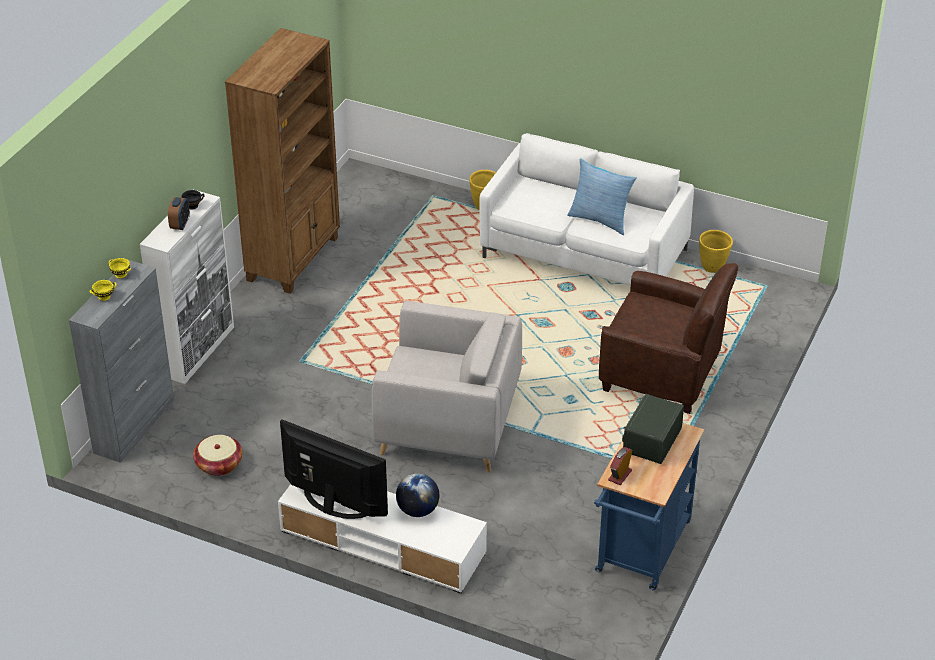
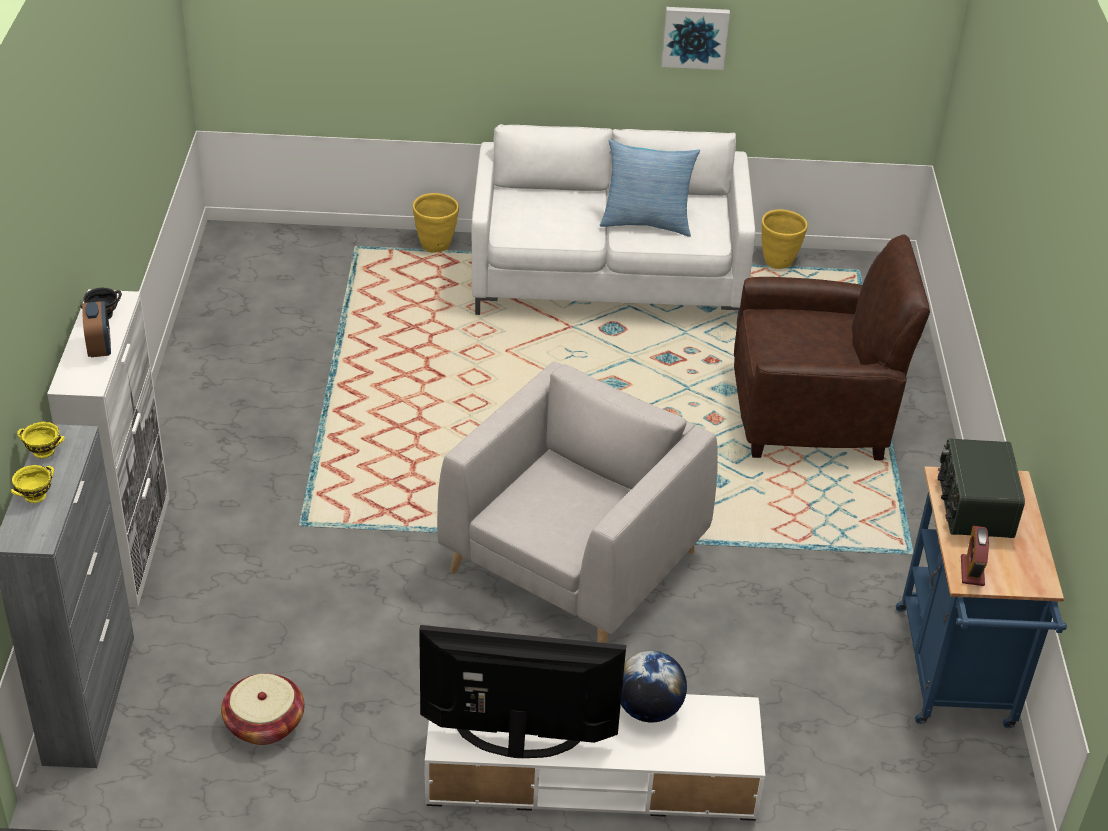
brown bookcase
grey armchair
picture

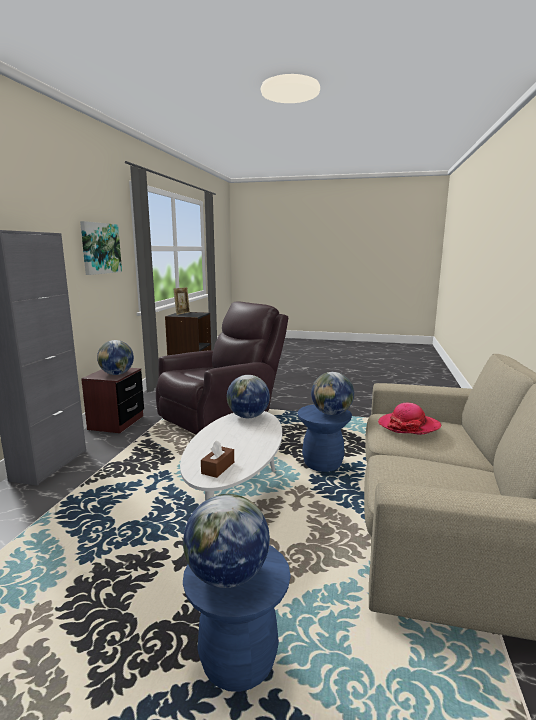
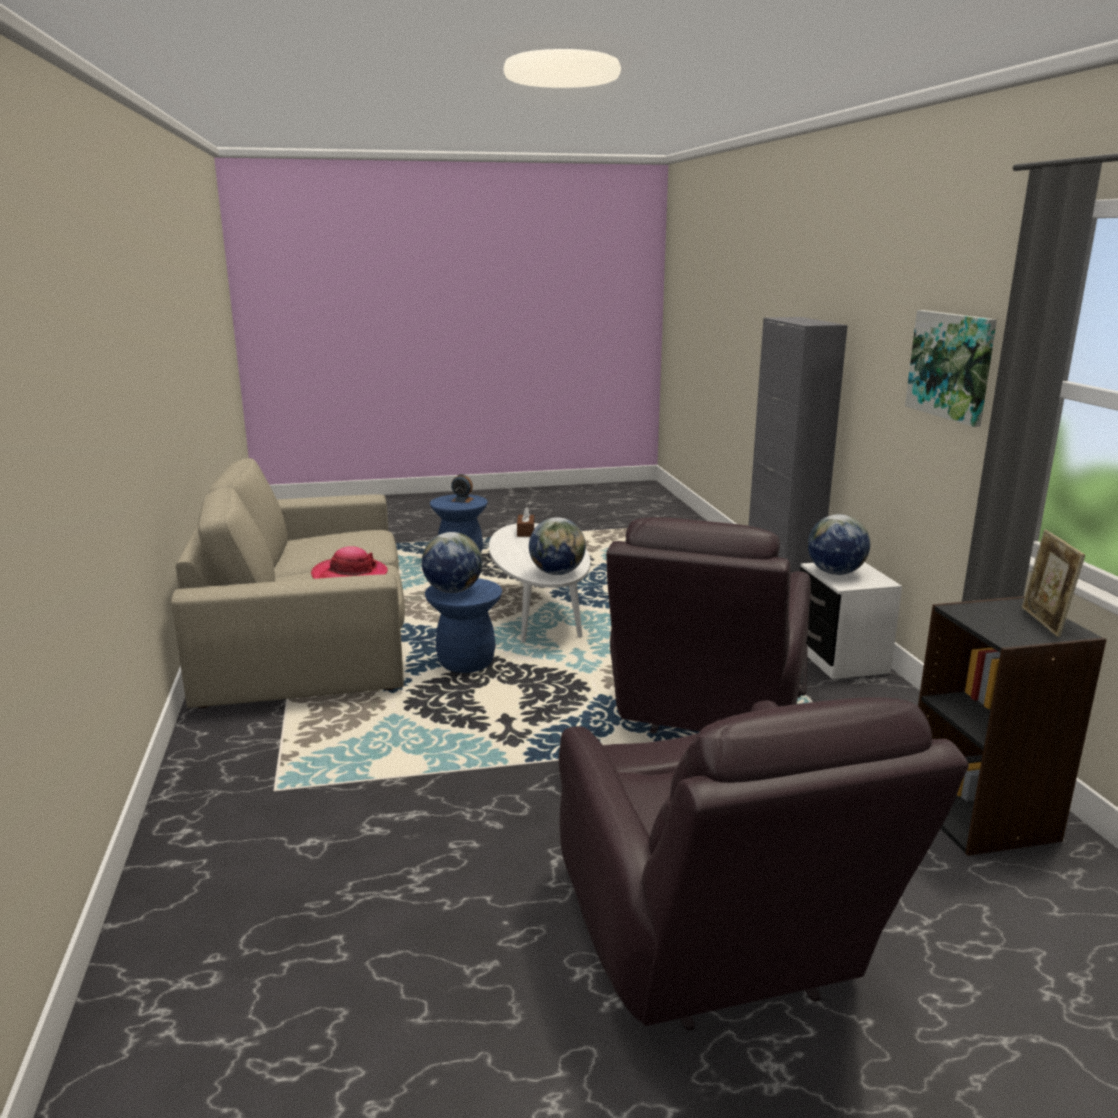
white nightstand
alarm clock
brown armchair (no. 2 from left)

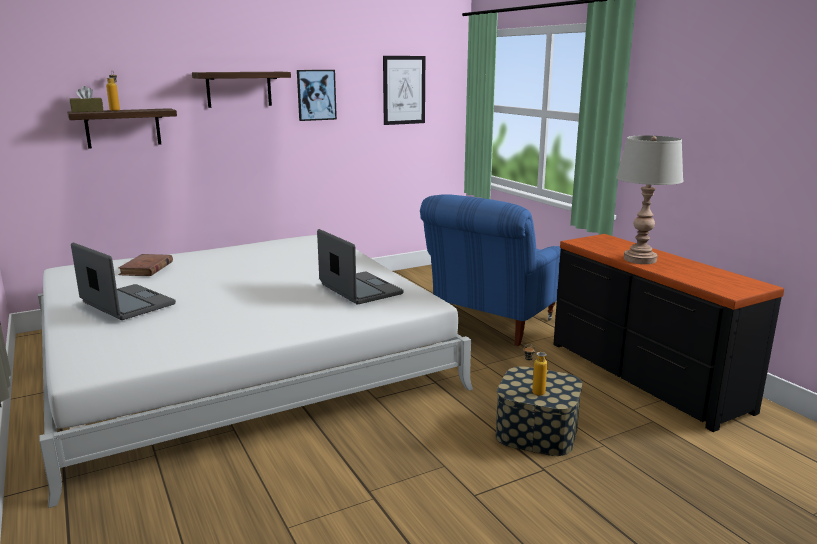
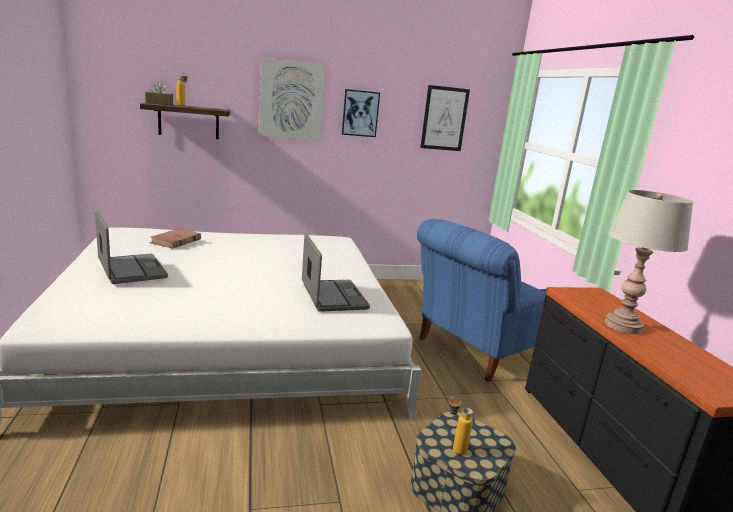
picture (no. 1 from left)

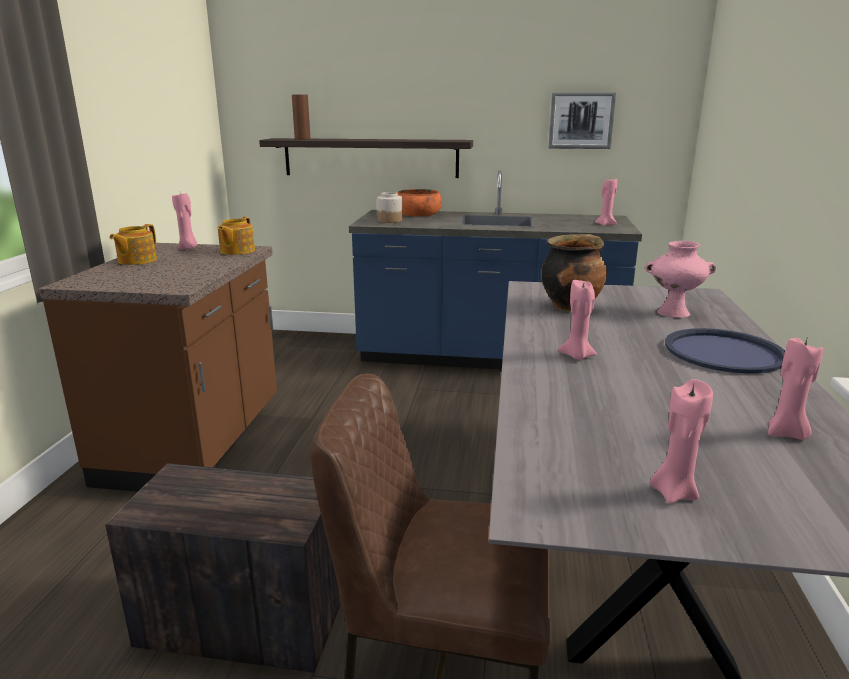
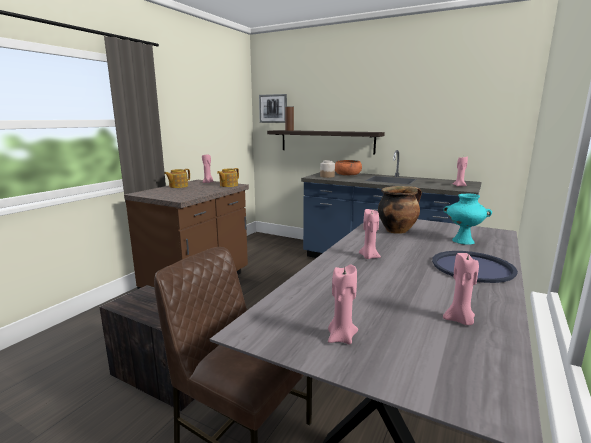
picture
turquoise vase

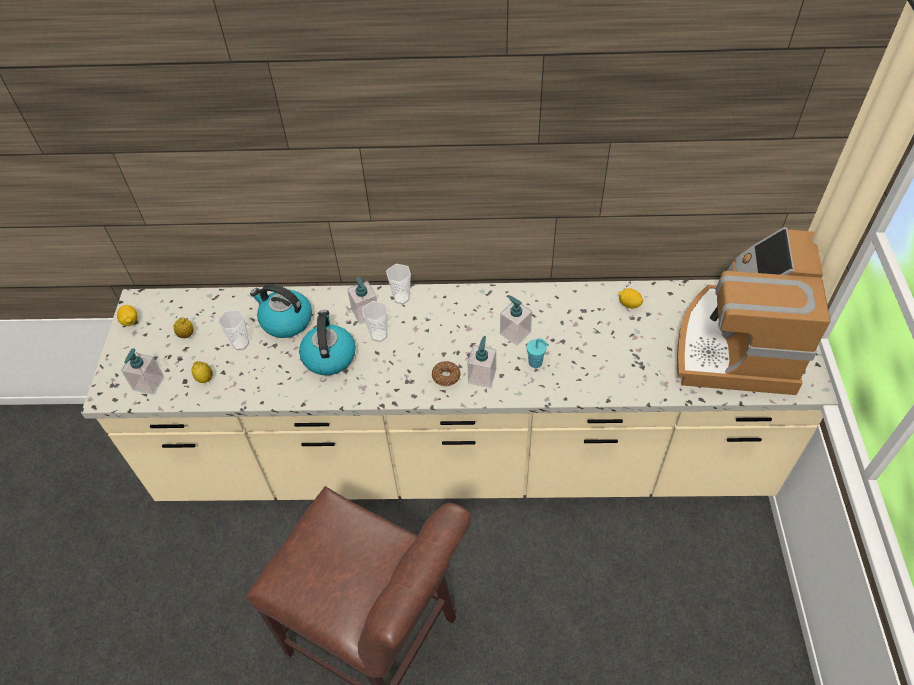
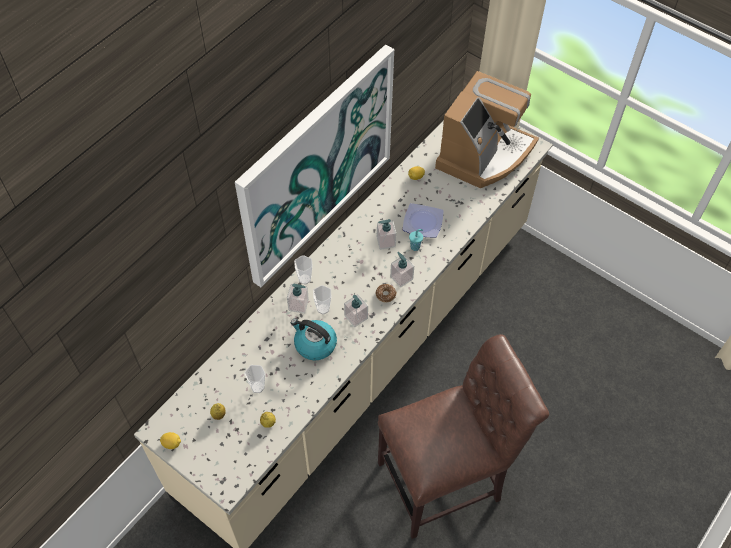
soap dispenser (no. 2 from left)
kettle (no. 1 from left in the first image)
coffee machine
picture
plate

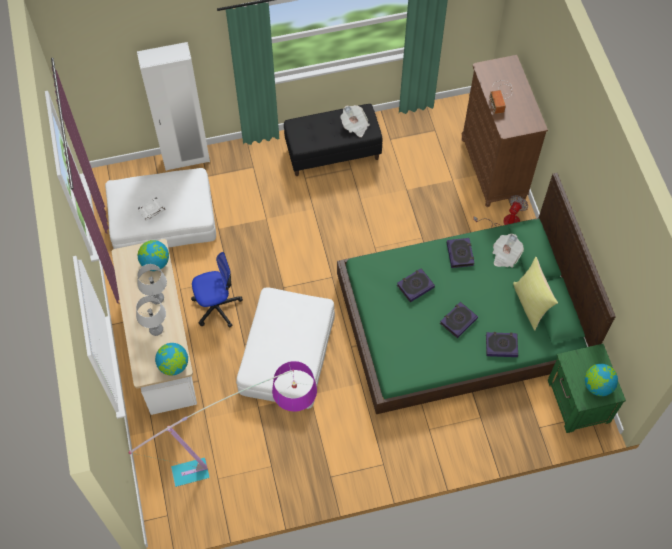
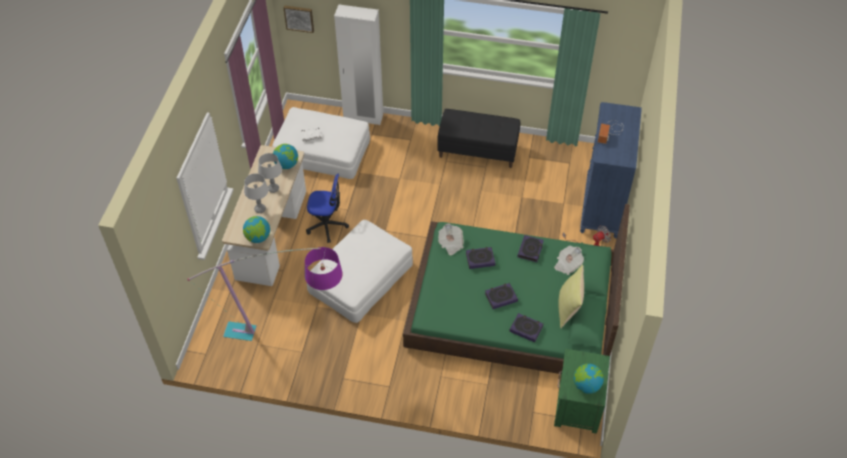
newspaper (no. 1 from left)
blue dresser
picture

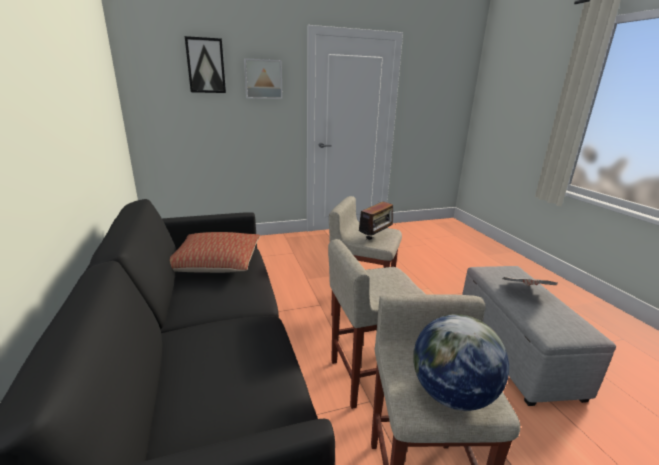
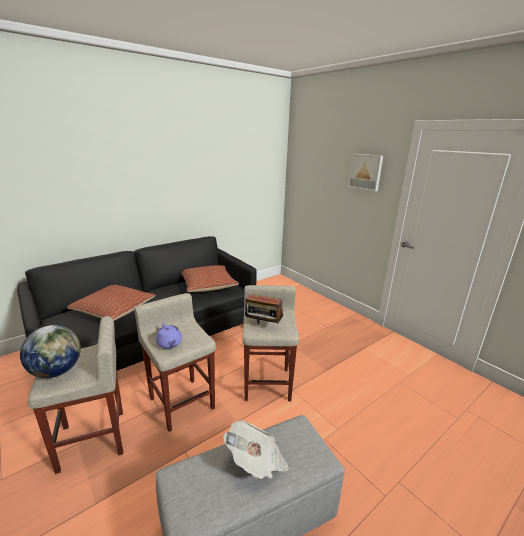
picture (no. 1 from left in the first image)
pillow (no. 1 from left)
purple teapot

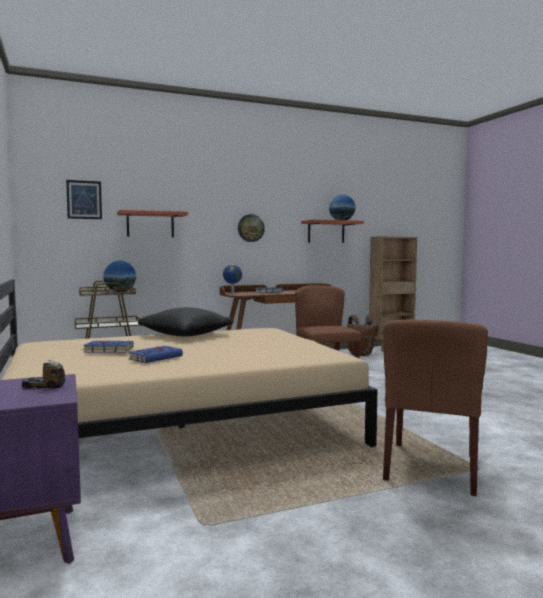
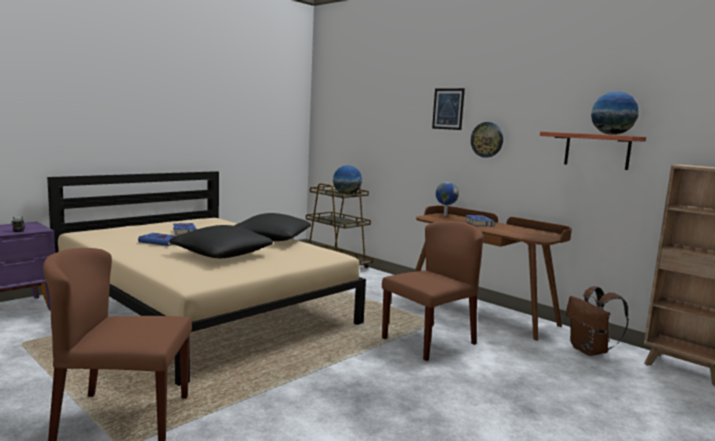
picture
shelf (no. 1 from left in the first image)
black pillow (no. 1 from left)

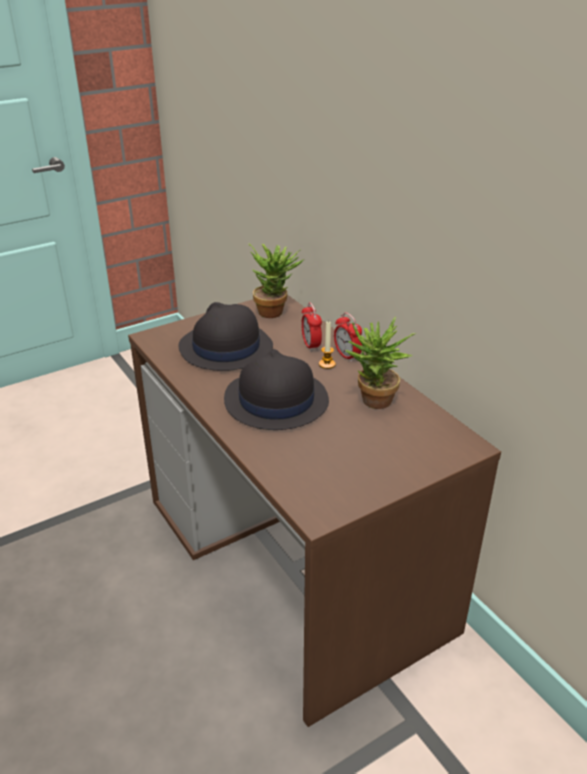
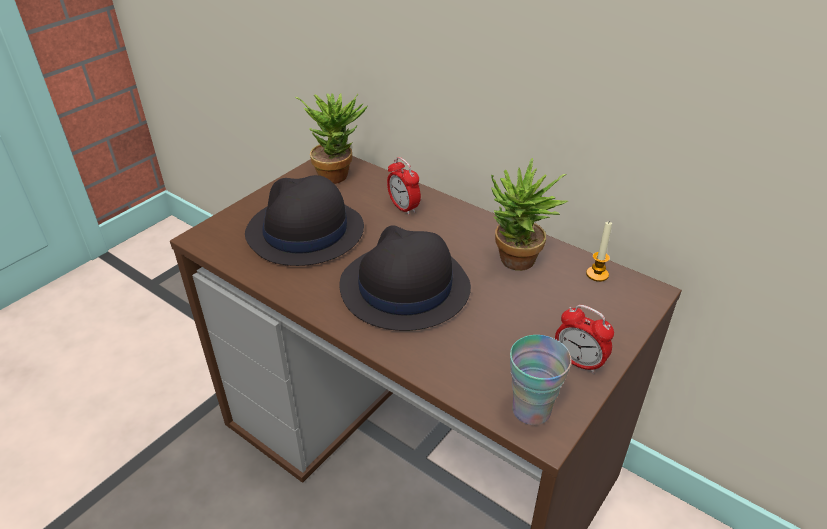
candle
alarm clock (no. 2 from left)
cup

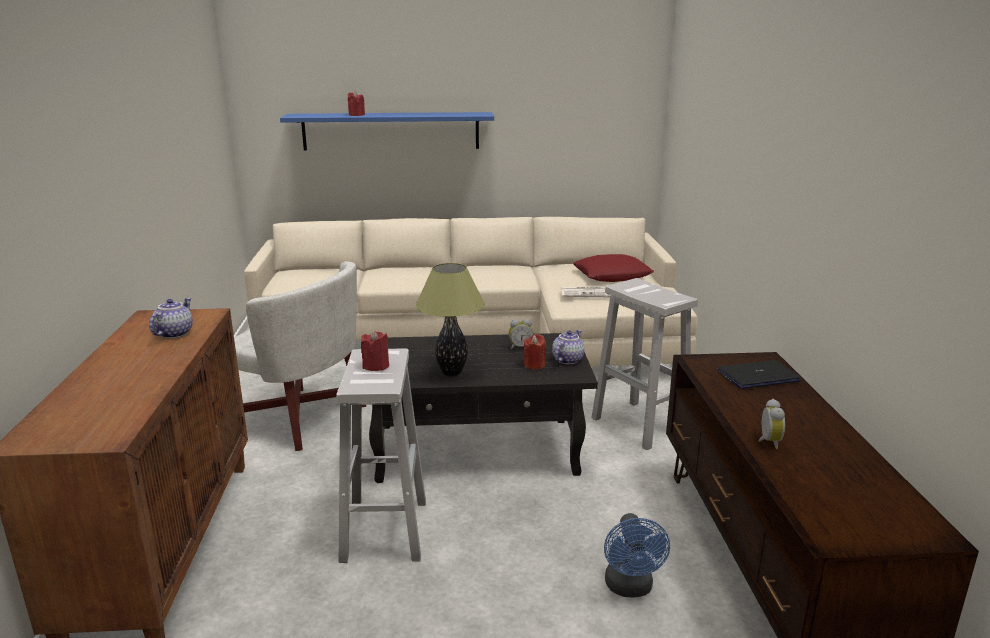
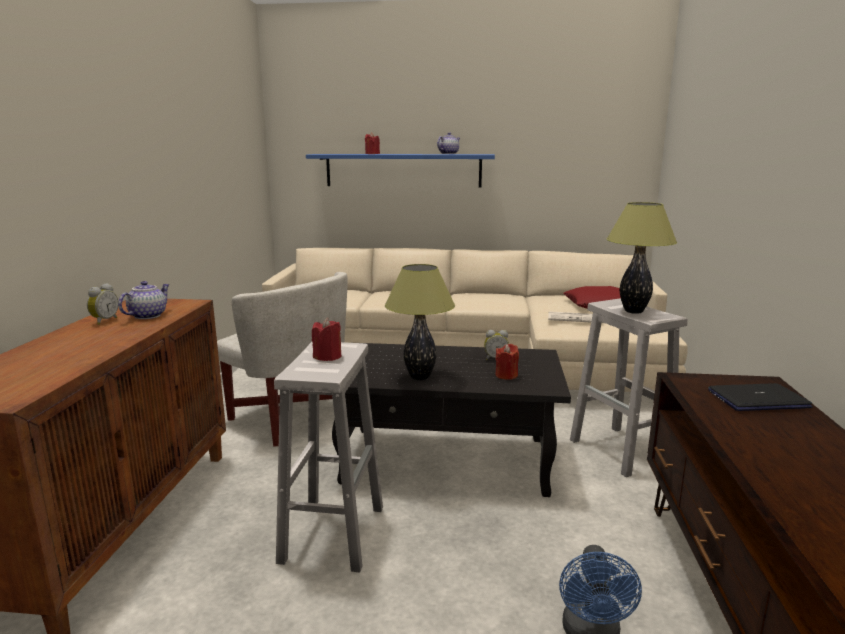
teapot (no. 2 from left)
alarm clock (no. 1 from left)
table lamp (no. 2 from left)

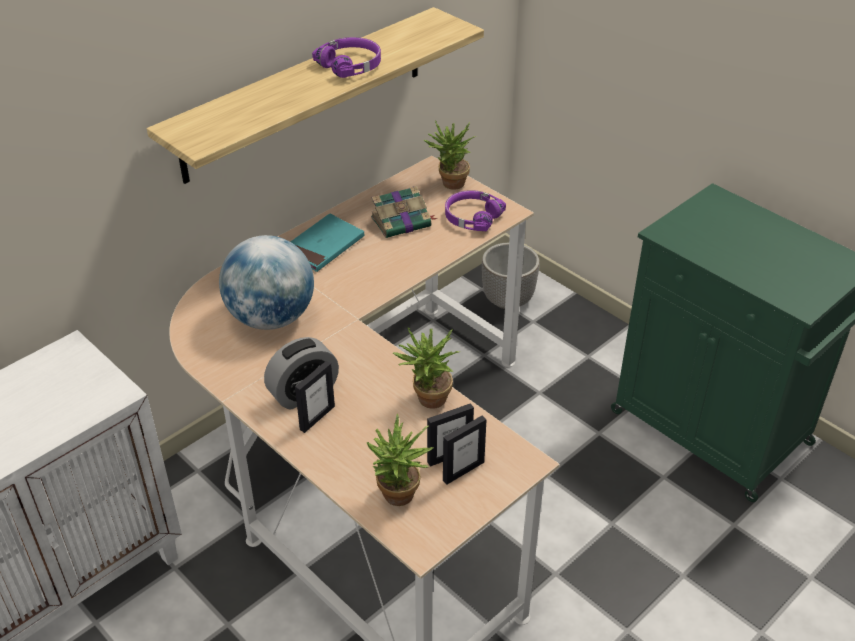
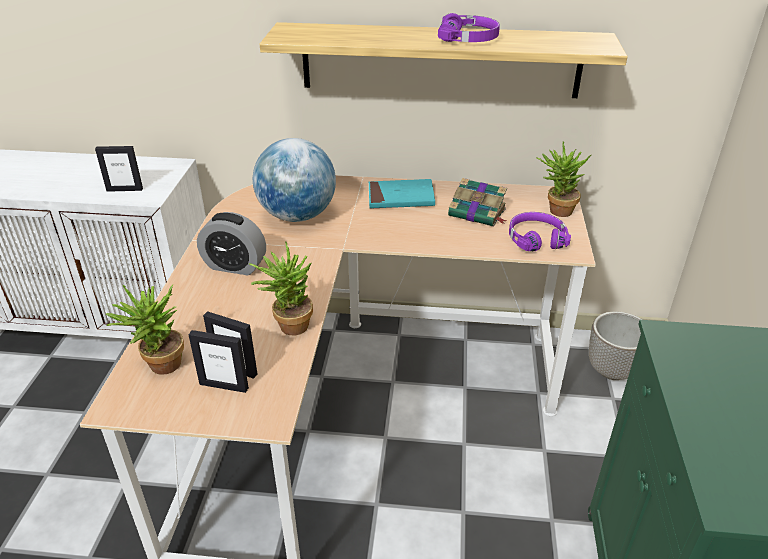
picture frame (no. 1 from left)

